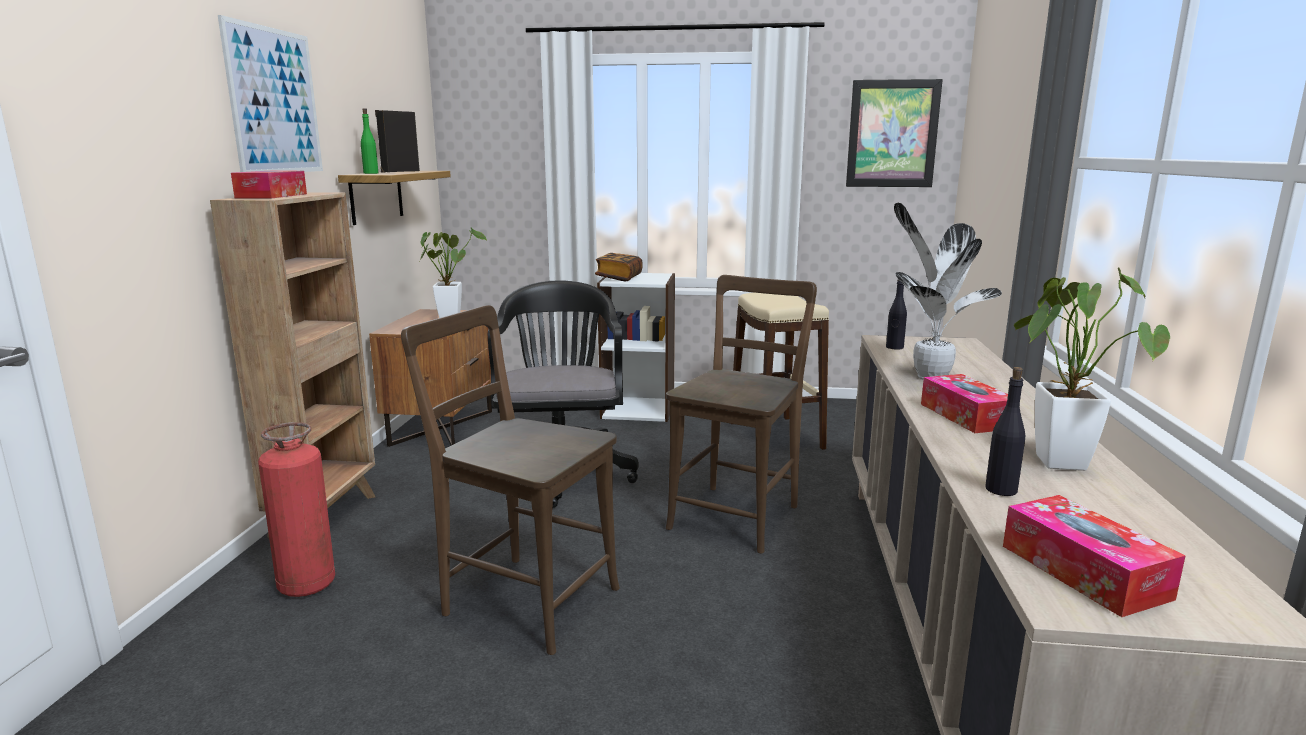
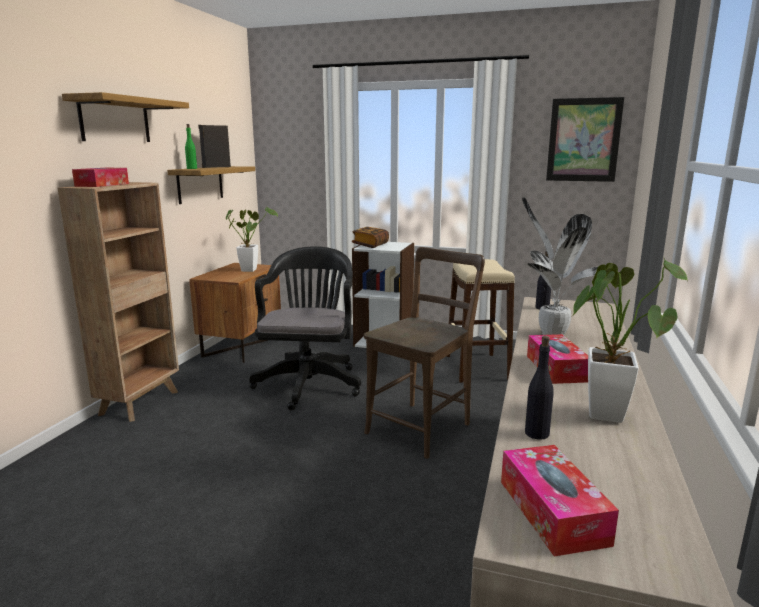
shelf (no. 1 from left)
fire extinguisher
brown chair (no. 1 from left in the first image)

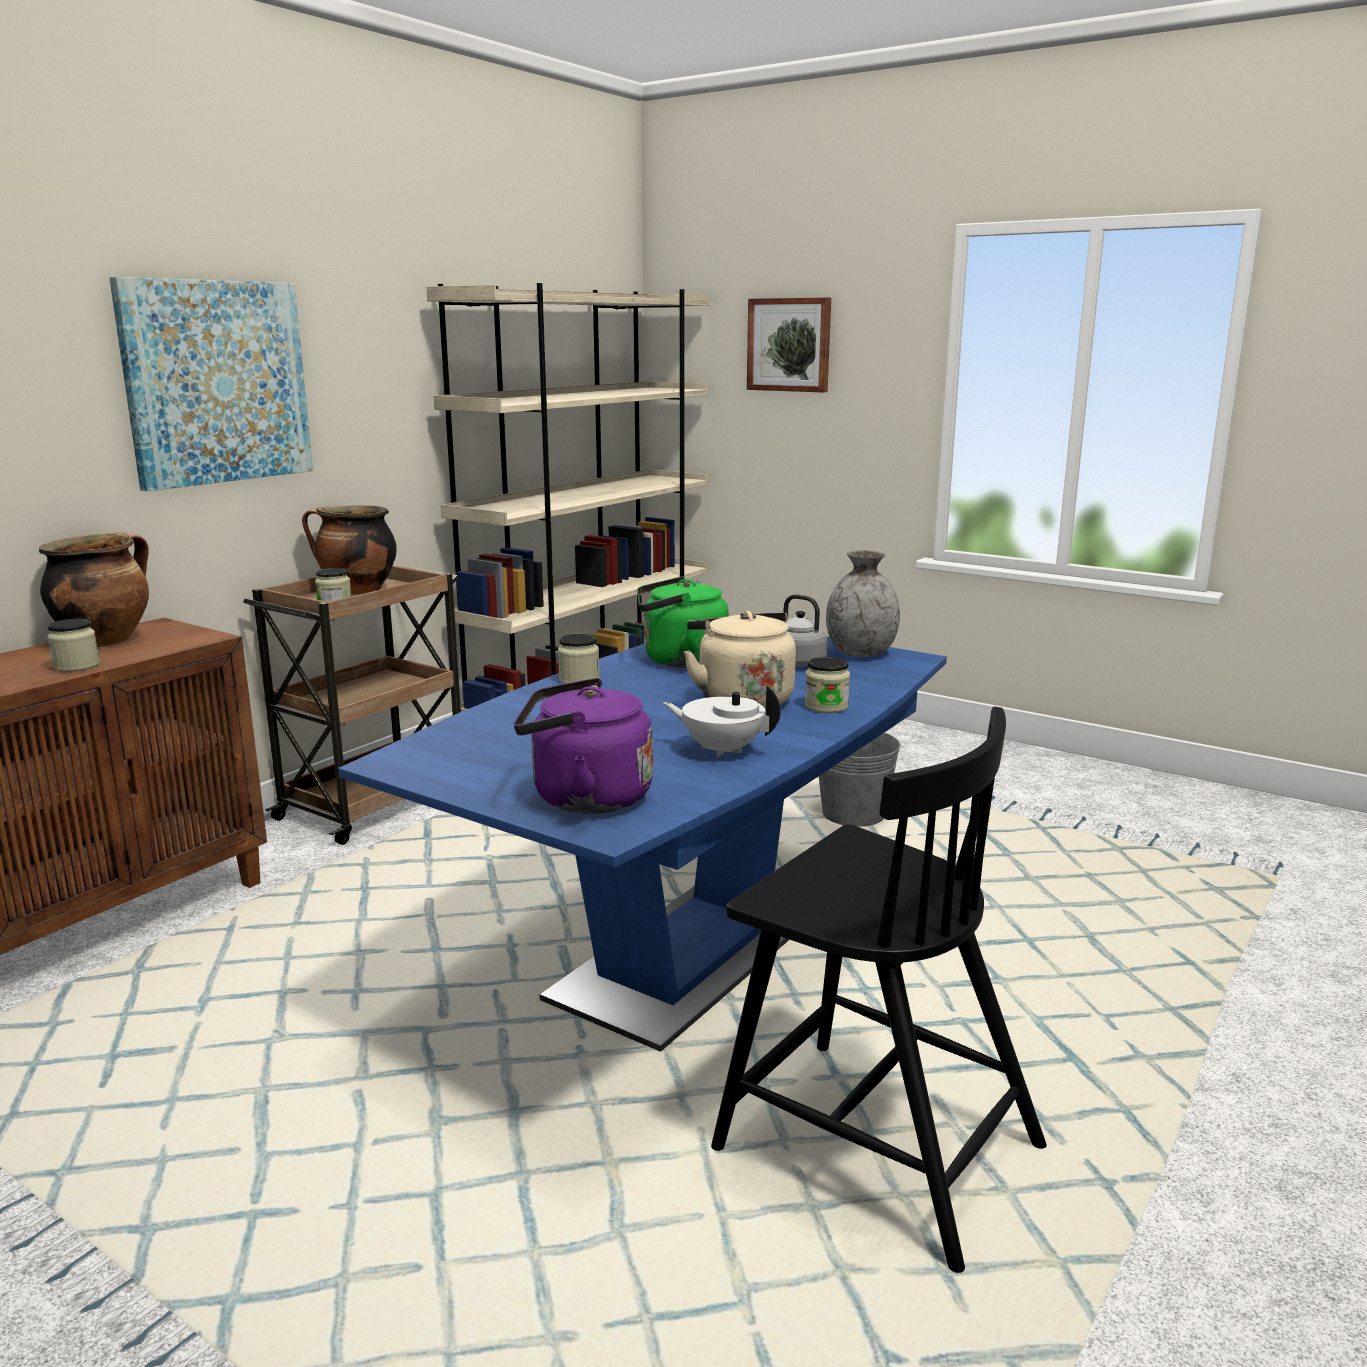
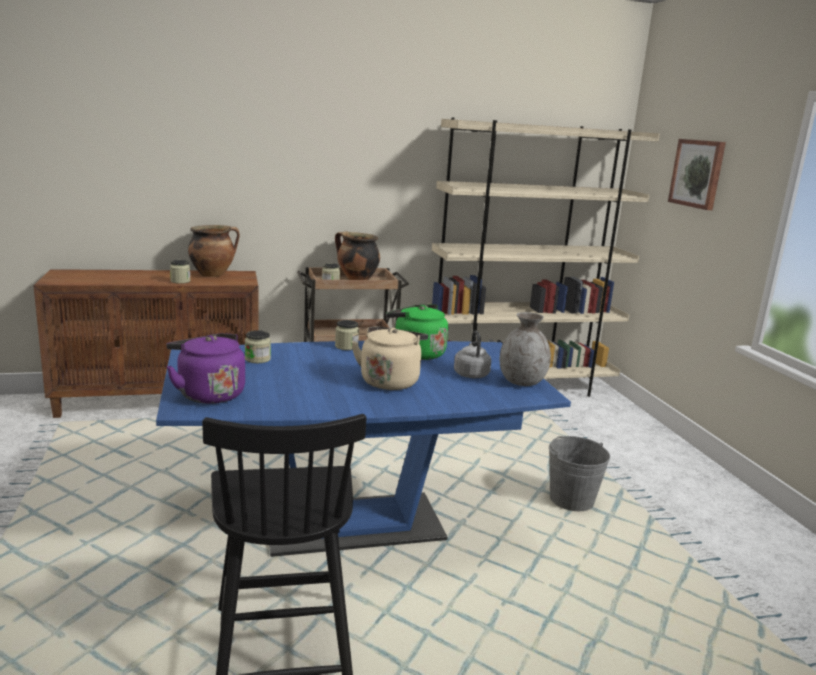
picture (no. 1 from left in the first image)
white teapot
jar (no. 2 from left)

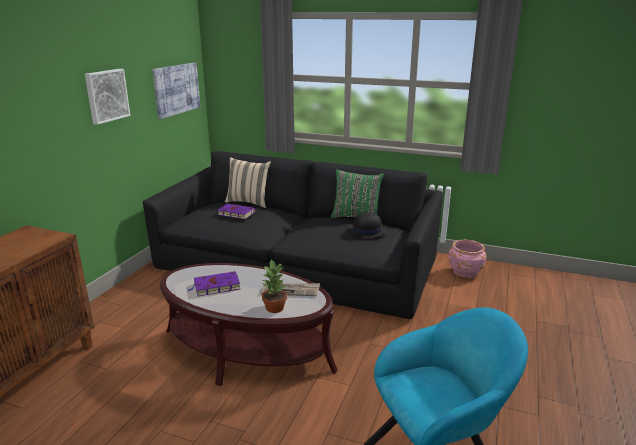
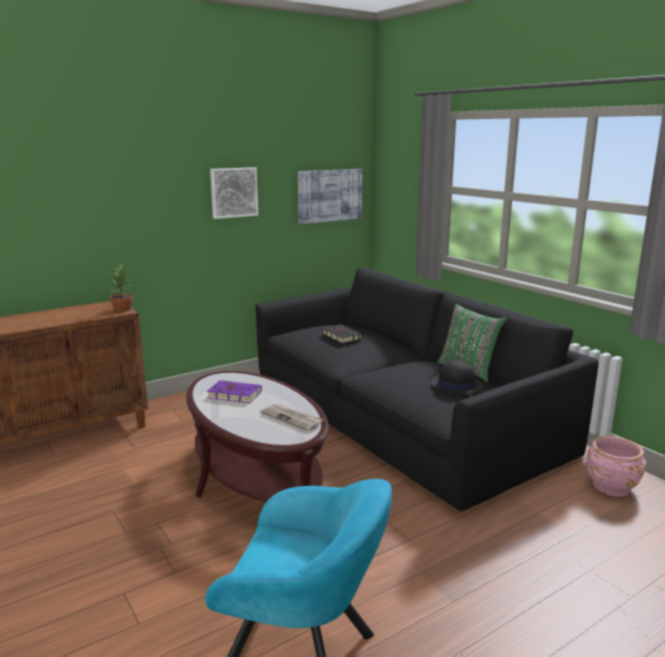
black book
beige pillow
potted plant

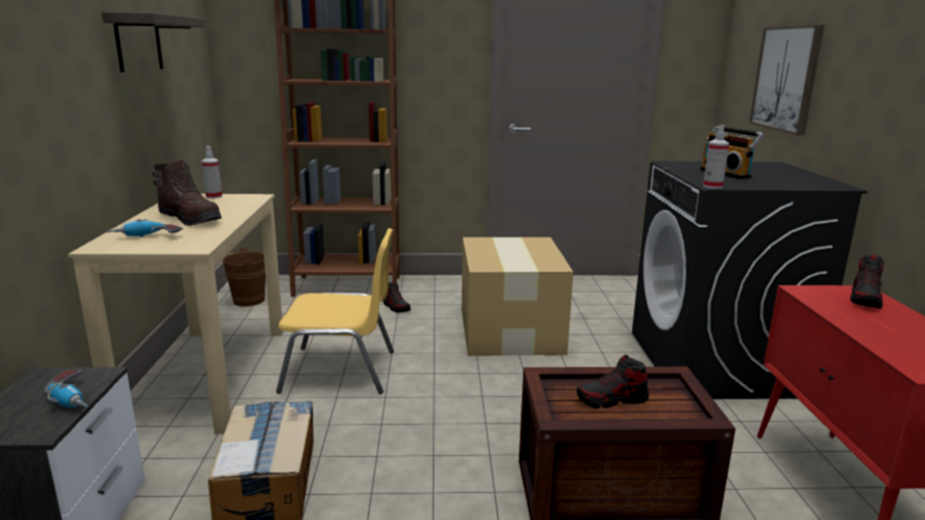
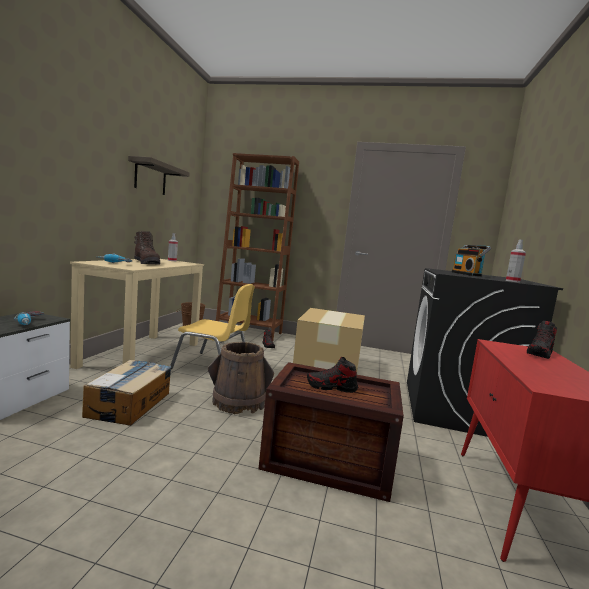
spray bottle (no. 2 from left)
picture
brown bucket (no. 2 from left)

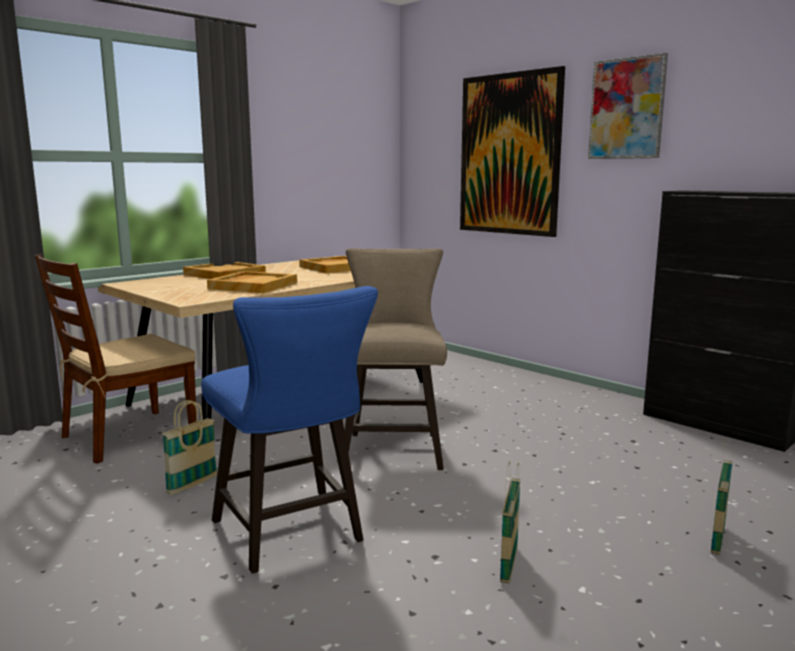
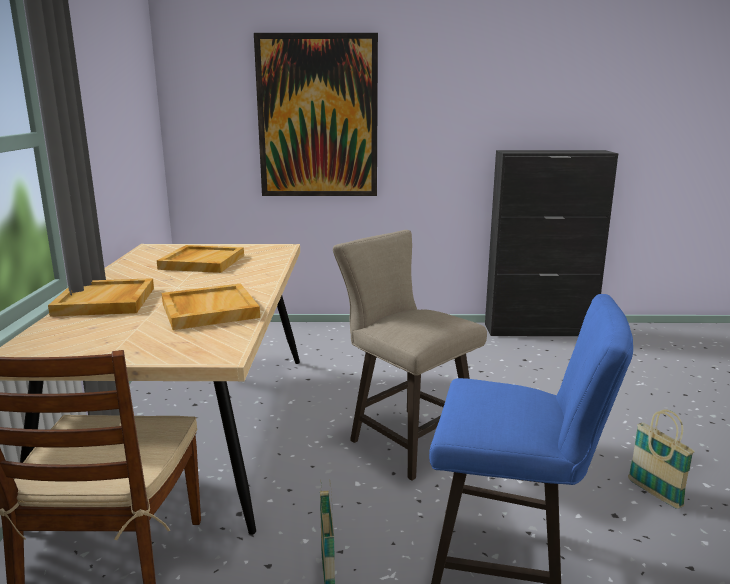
picture (no. 2 from left in the first image)
basket (no. 3 from left in the first image)

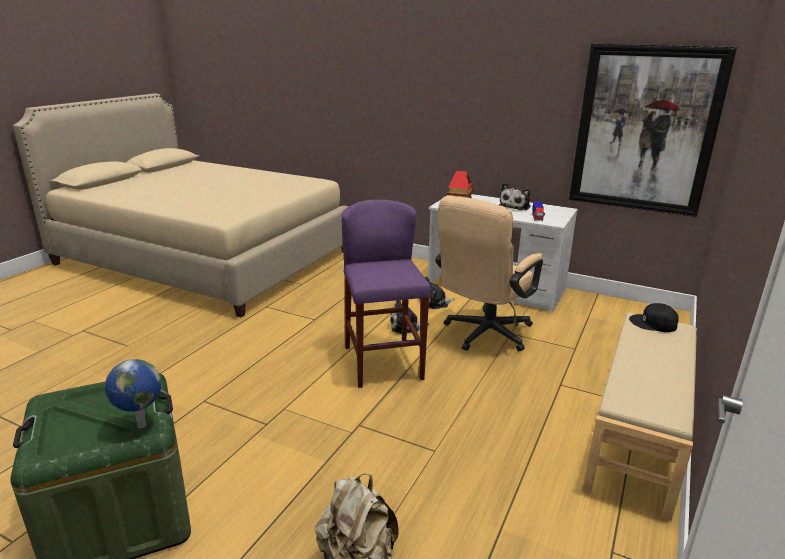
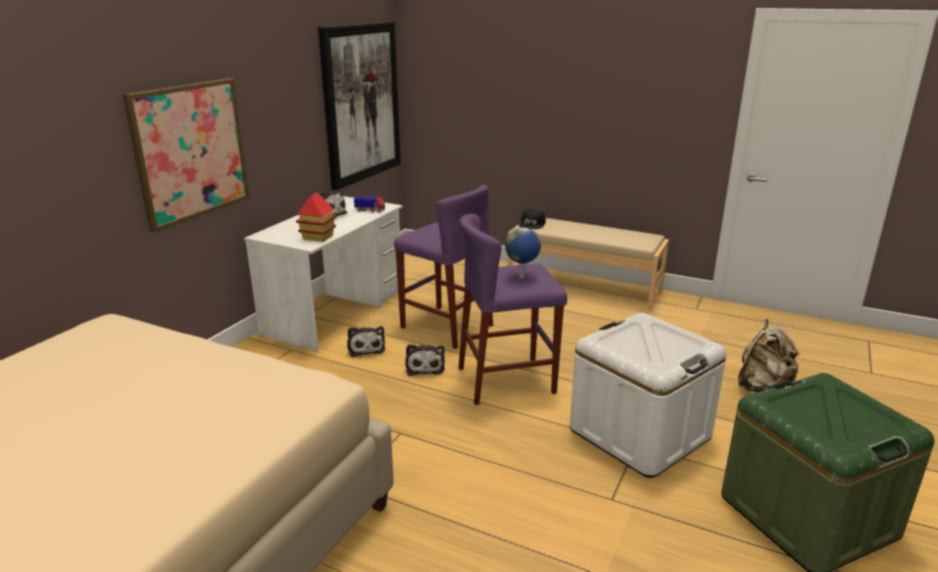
globe
purple stool (no. 1 from left)
picture (no. 1 from left)
white storage box

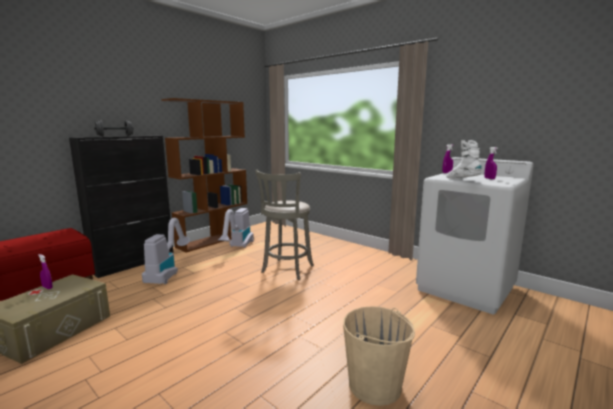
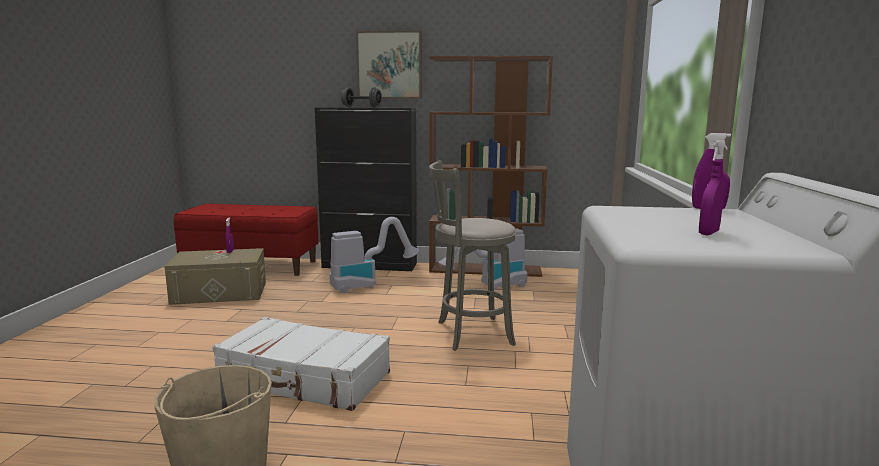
white boot
white suitcase
picture

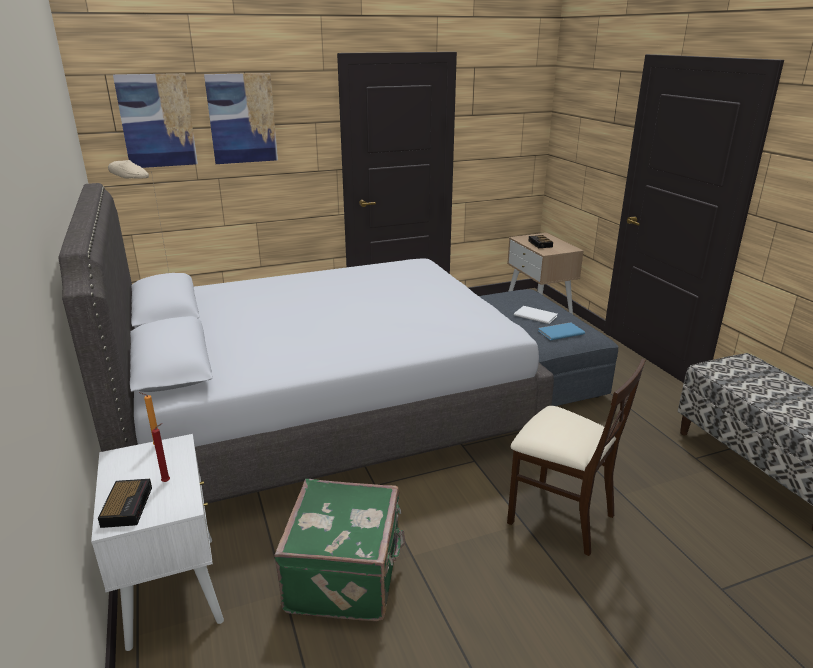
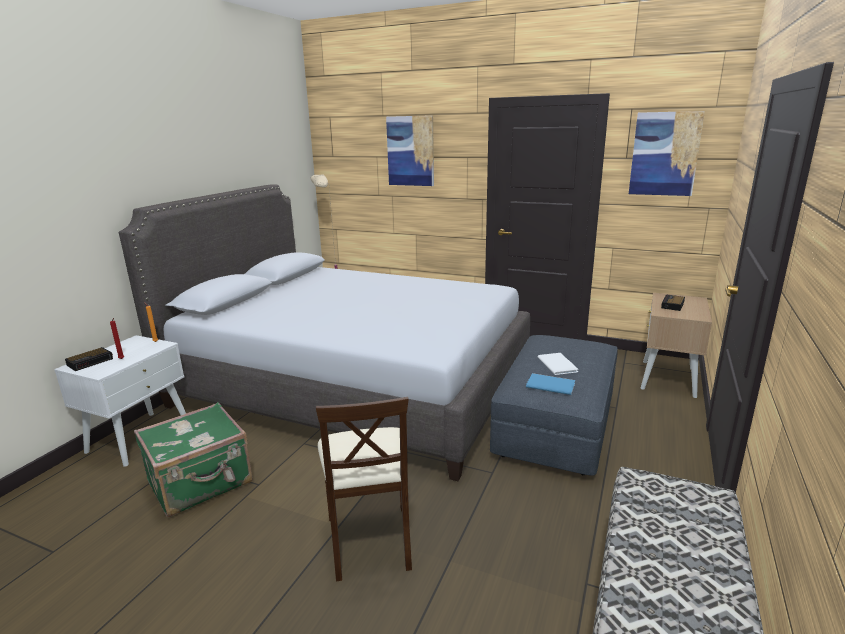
picture (no. 2 from left)

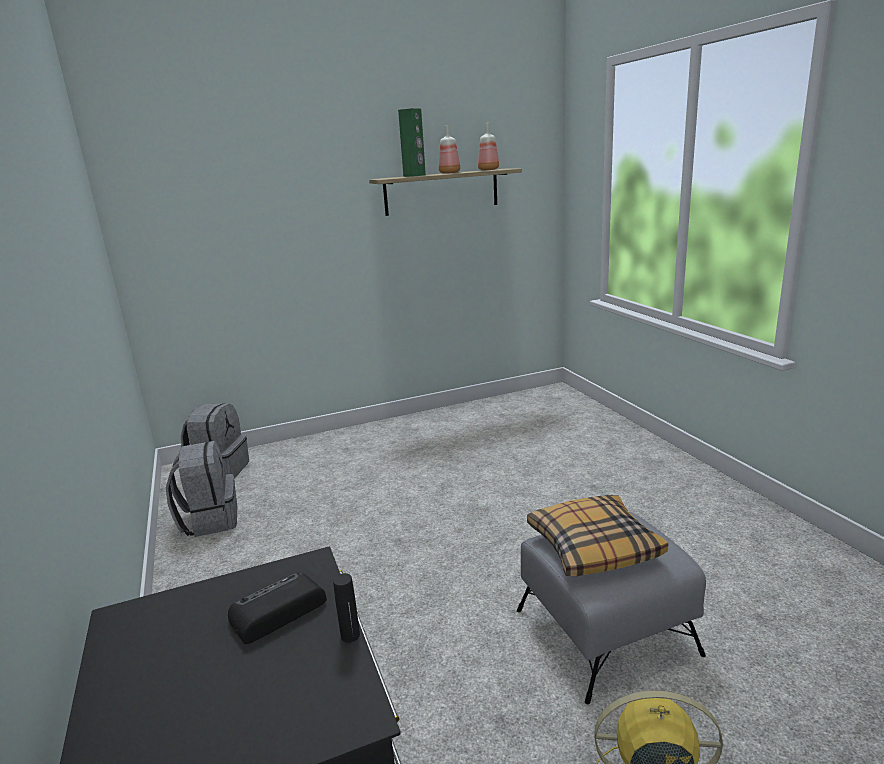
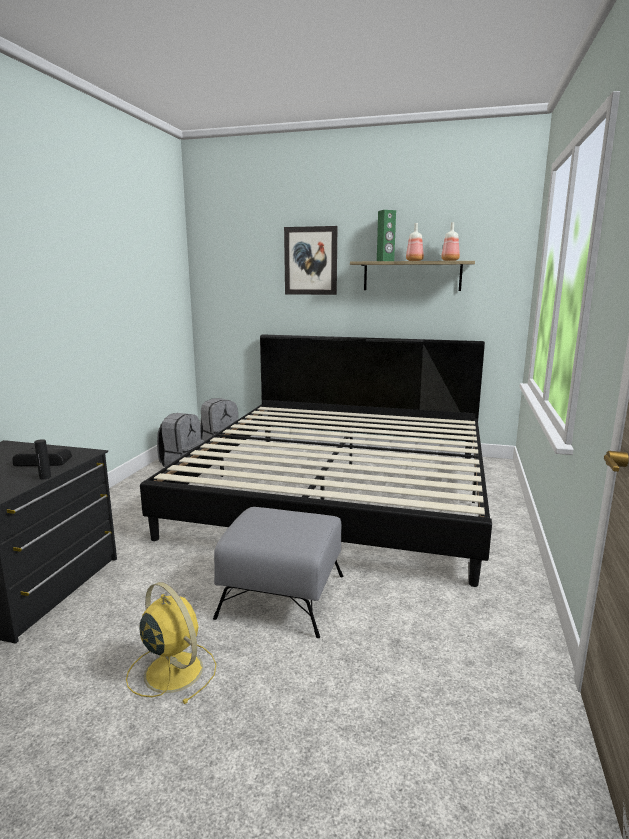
pillow
bed
picture

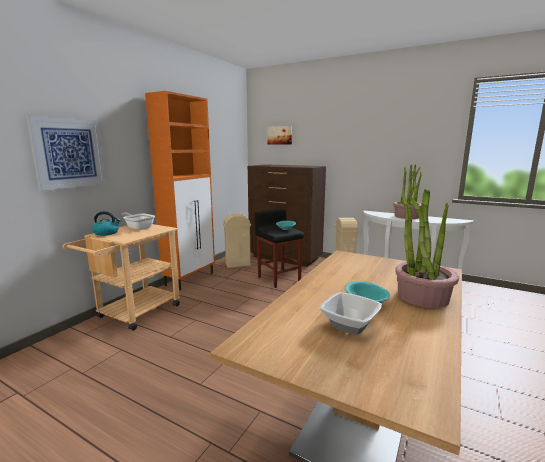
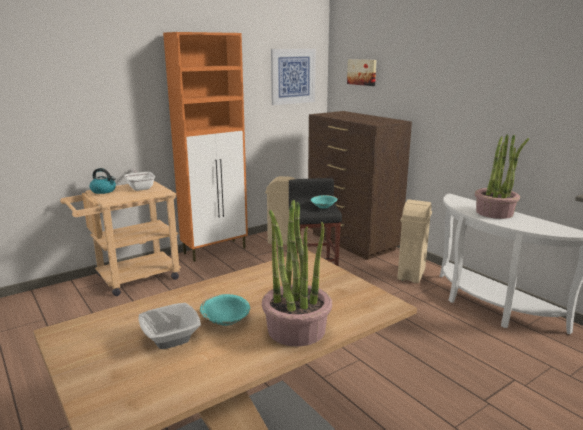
picture (no. 1 from left)

